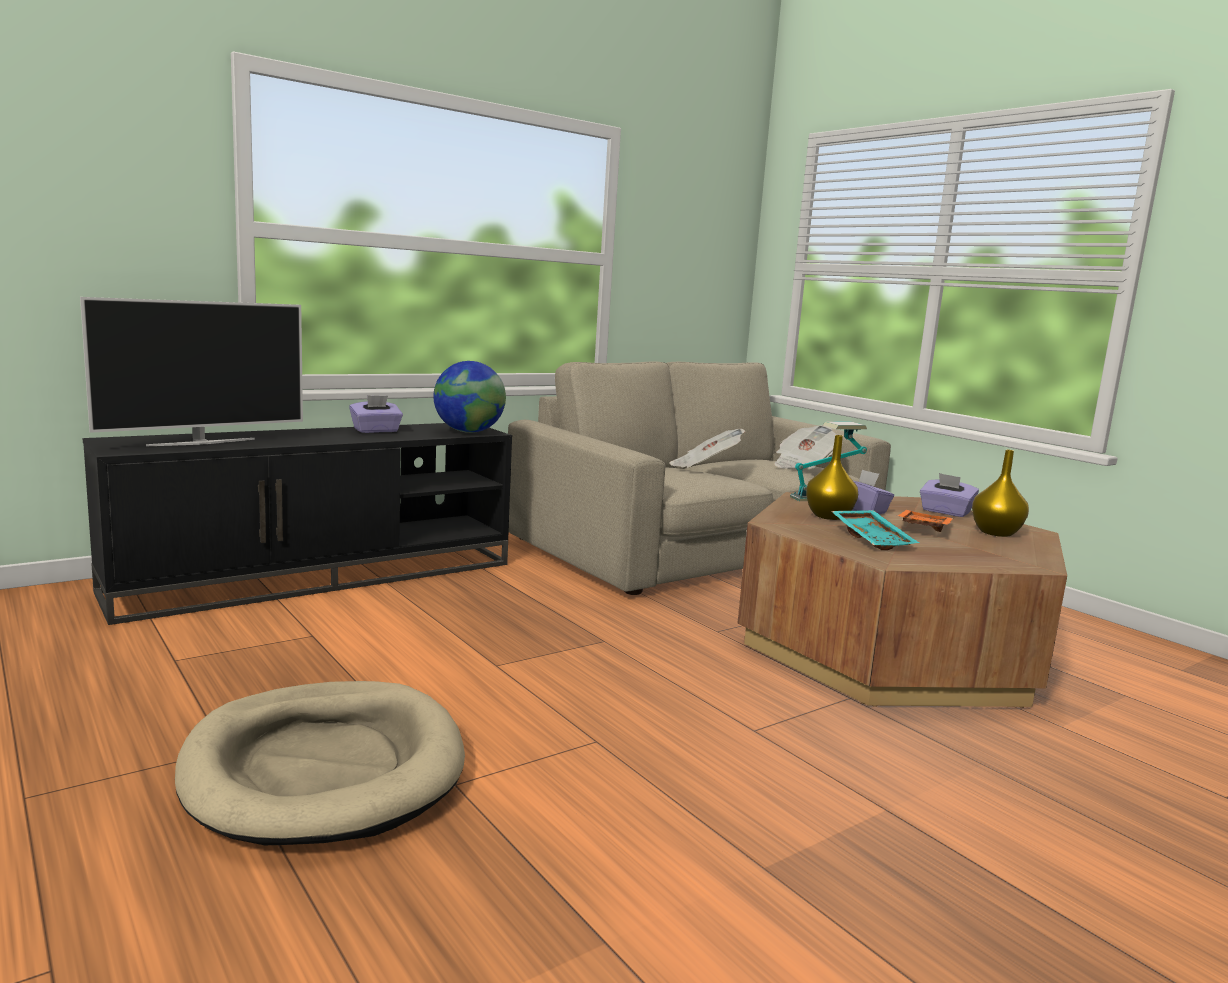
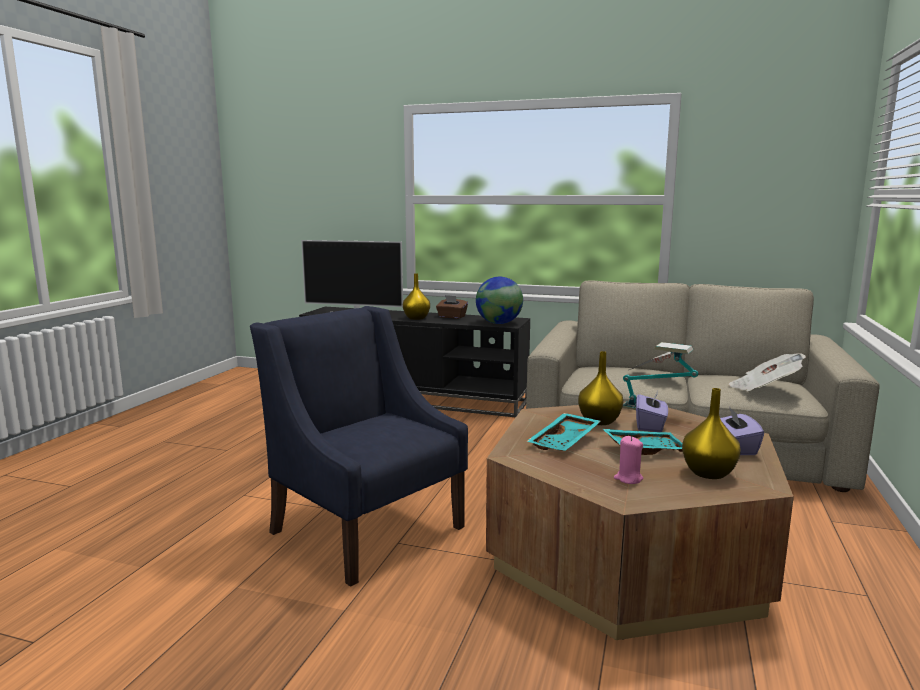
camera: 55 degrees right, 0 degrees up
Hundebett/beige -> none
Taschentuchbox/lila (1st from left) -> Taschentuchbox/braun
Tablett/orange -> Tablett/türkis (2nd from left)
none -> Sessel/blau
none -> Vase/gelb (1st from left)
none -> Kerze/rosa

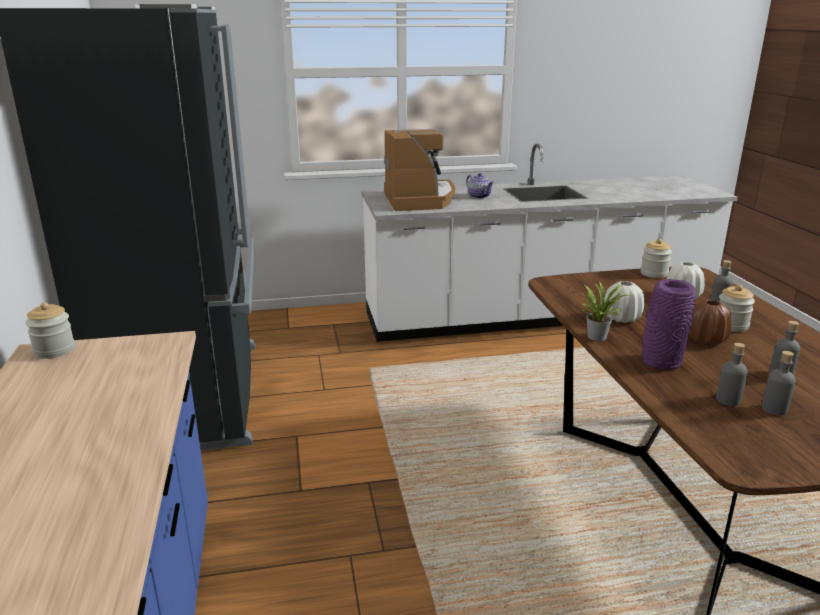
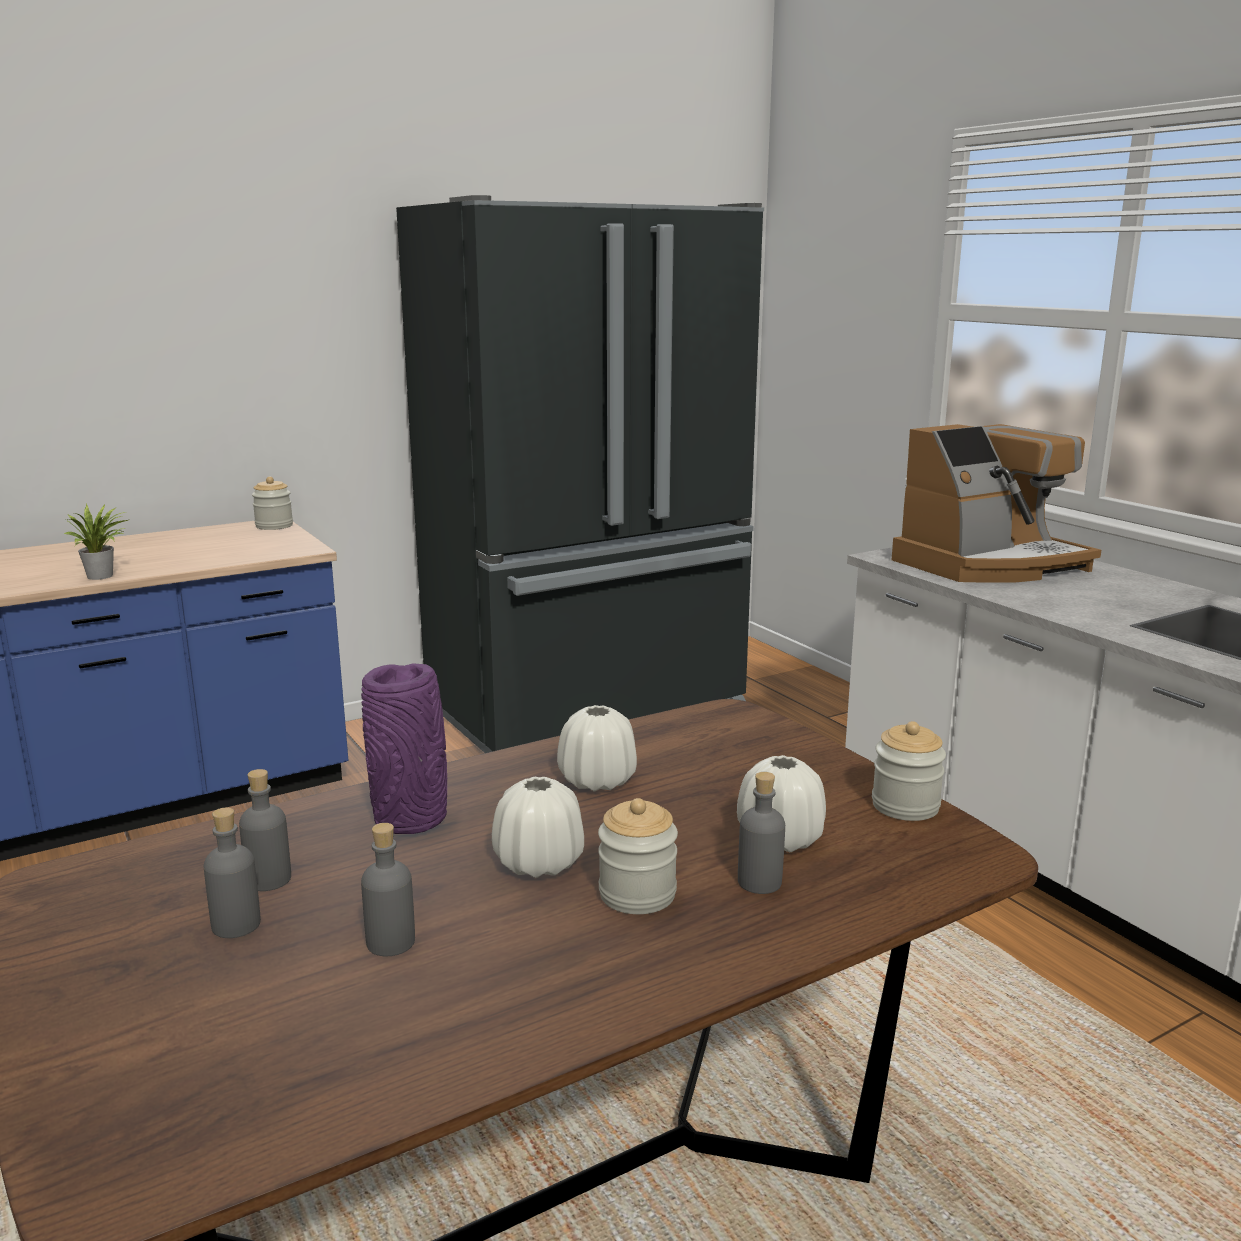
camera: 70 degrees right, 5 degrees down
Teekanne -> none
Topfpflanze, moved
Vase/braun -> Vase/weiß (1st from left)

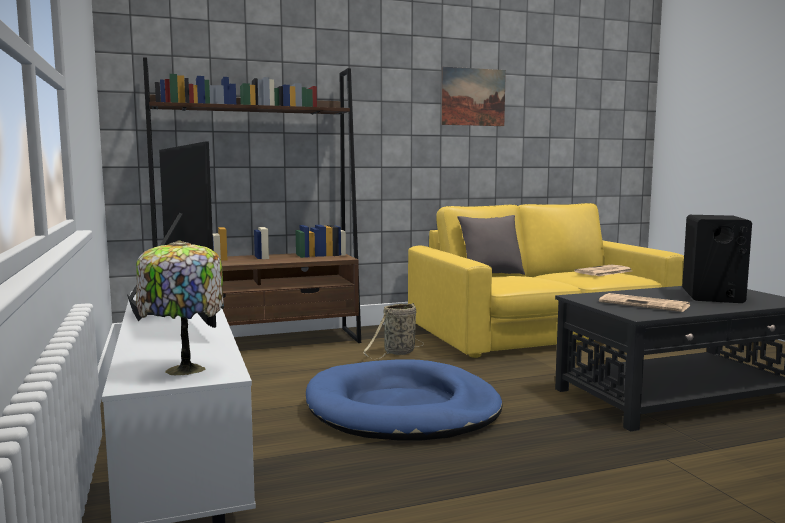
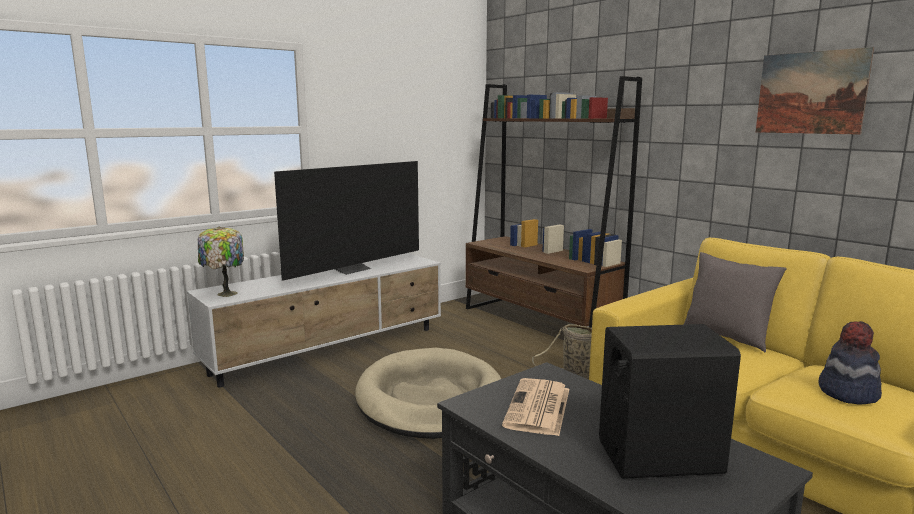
camera: 70 degrees right, 5 degrees up
Hundebett/blau -> Hundebett/beige
Zeitung (1st from left) -> Hut

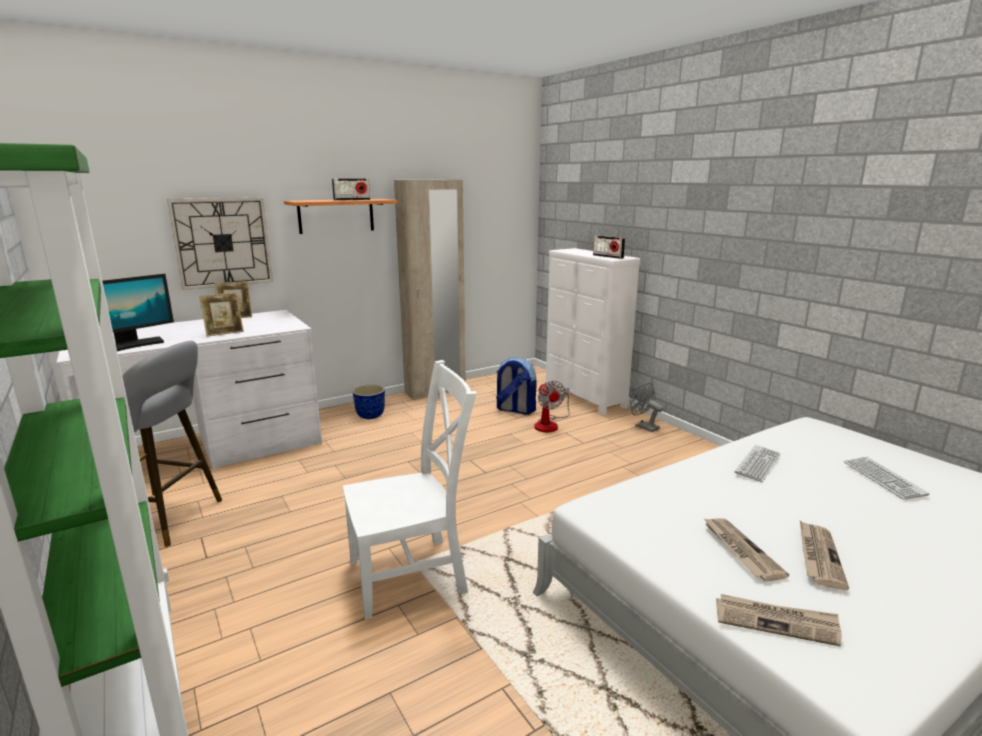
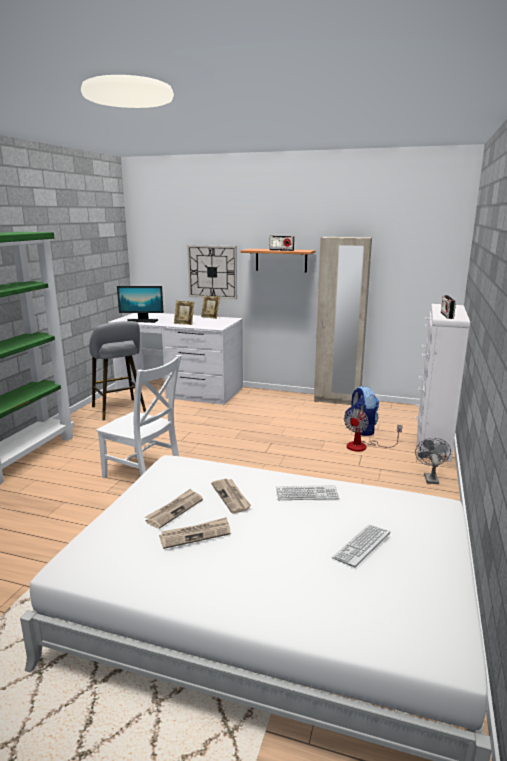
camera: 50 degrees right, 0 degrees up
Pflanzkübel -> none
Zeitung (2nd from left in the first image) -> Zeitung (3rd from left), moved

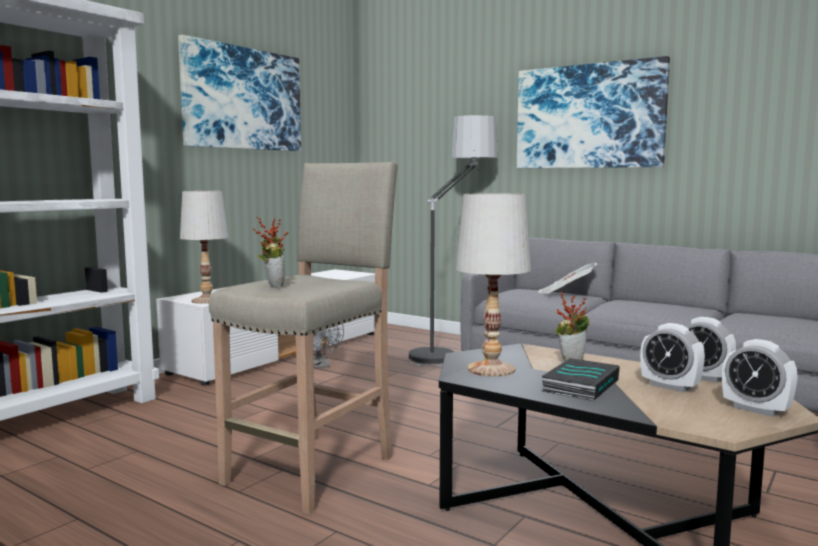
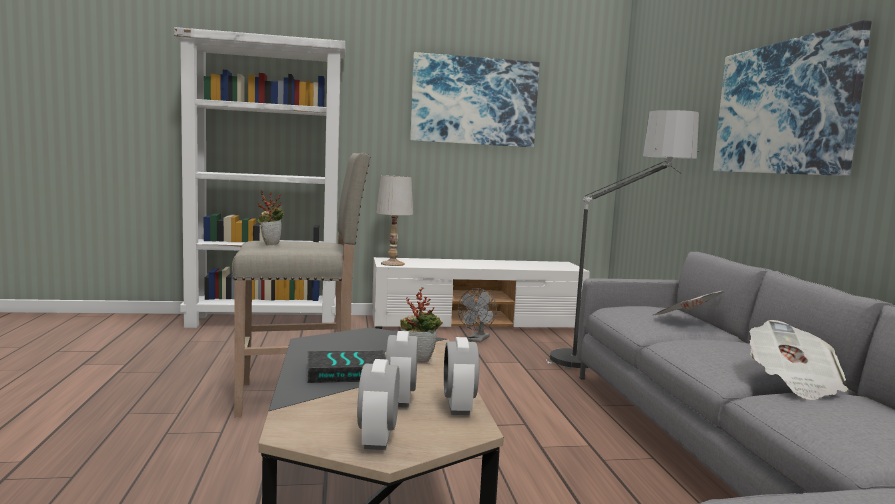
camera: 45 degrees right, 0 degrees up
Tischlampe/weiß (2nd from left) -> none
none -> Zeitung (2nd from left)

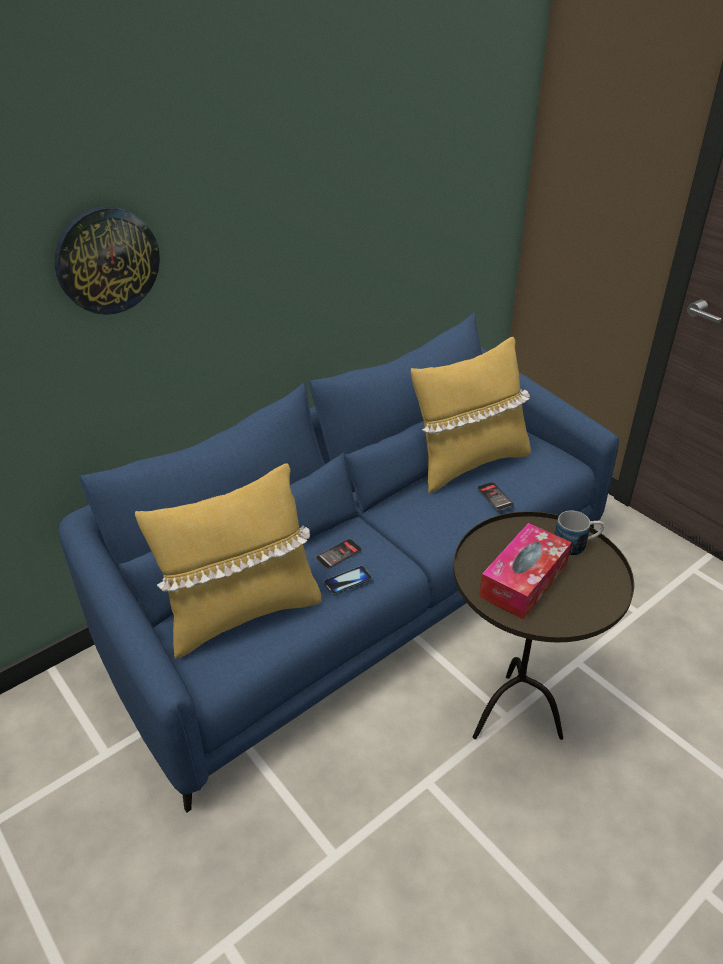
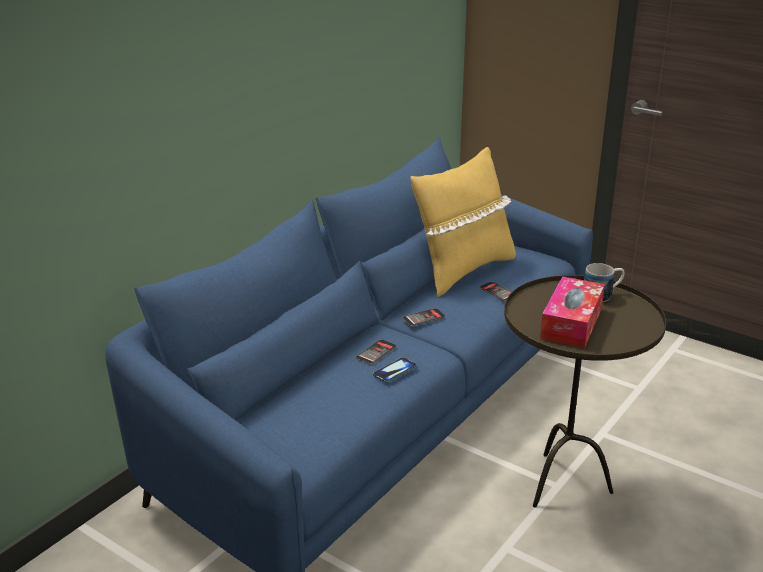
camera: 15 degrees left, 10 degrees down
Wanduhr -> none
Kissen/gelb (1st from left) -> none
none -> Handy (3rd from left)

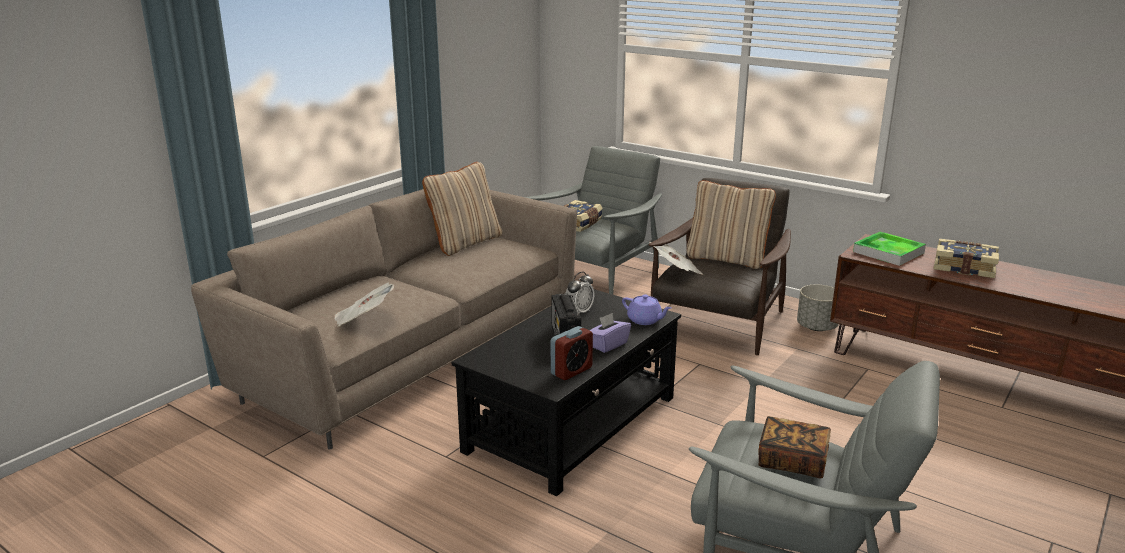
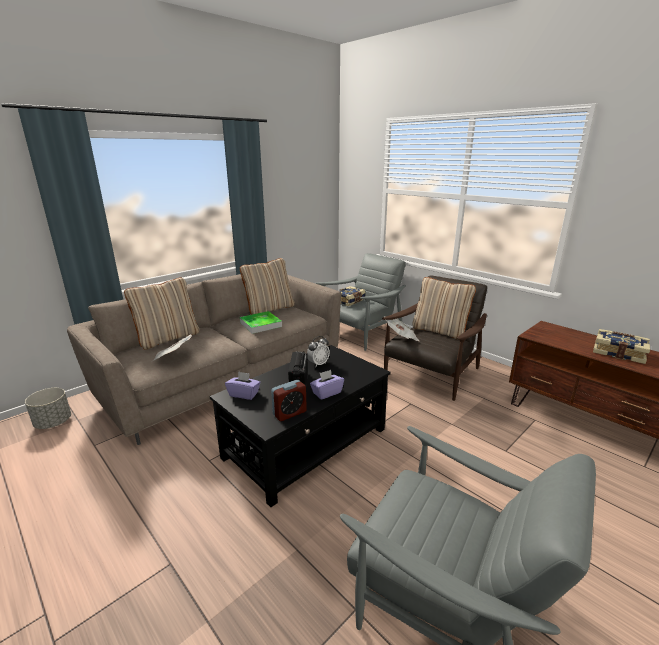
camera: 10 degrees right, 0 degrees up
Teekanne/lila -> none
Buch (2nd from left) -> none
Pflanzkübel/grau, moved
Tablett, moved
none -> Kissen/beige (1st from left)
none -> Taschentuchbox/lila (1st from left)

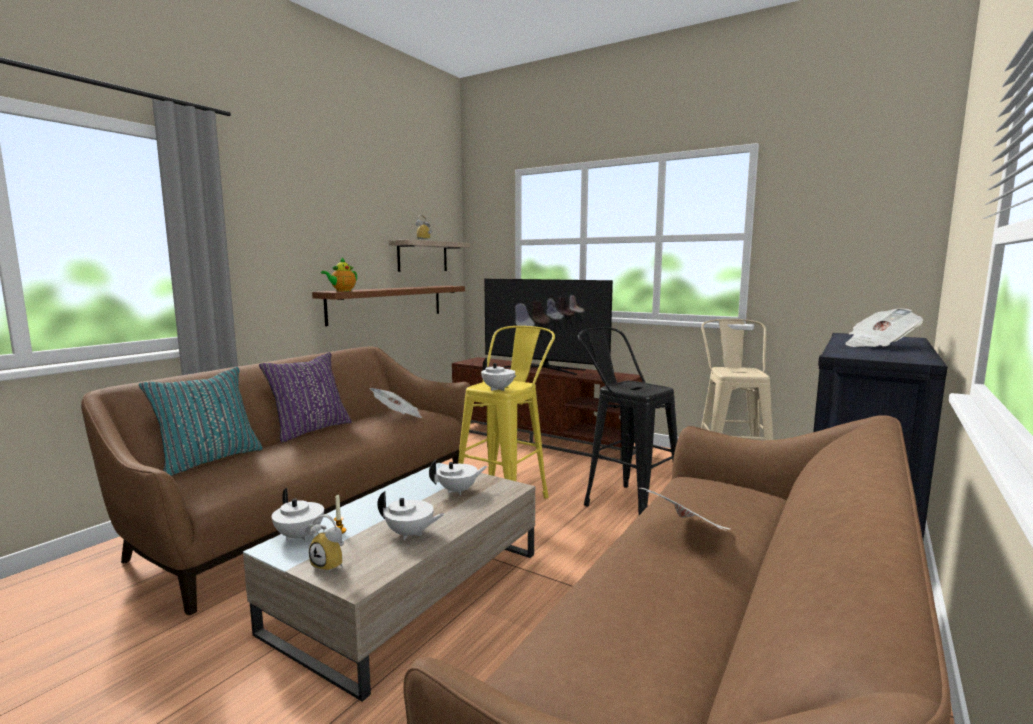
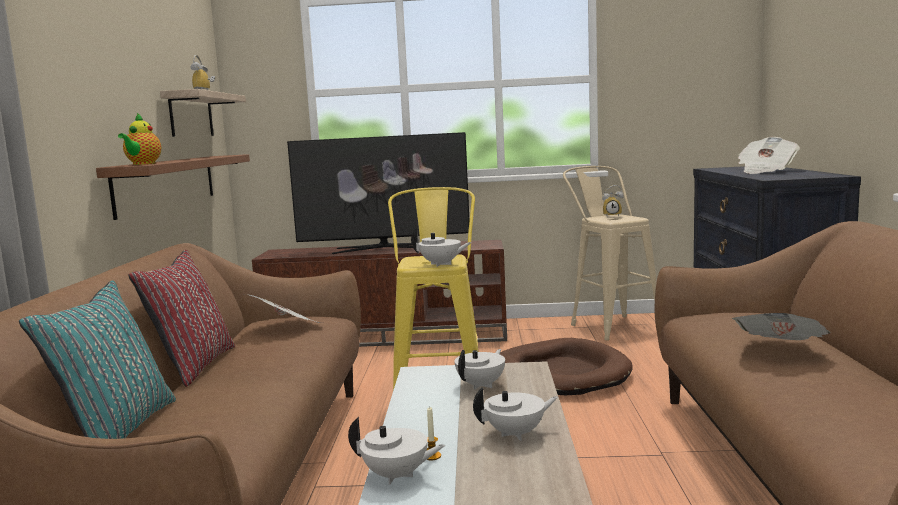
camera: 30 degrees left, 0 degrees up
Kissen/lila -> Kissen/rot
Wecker (1st from left in the first image) -> Wecker (2nd from left), moved
Hocker/schwarz -> Hundebett/braun

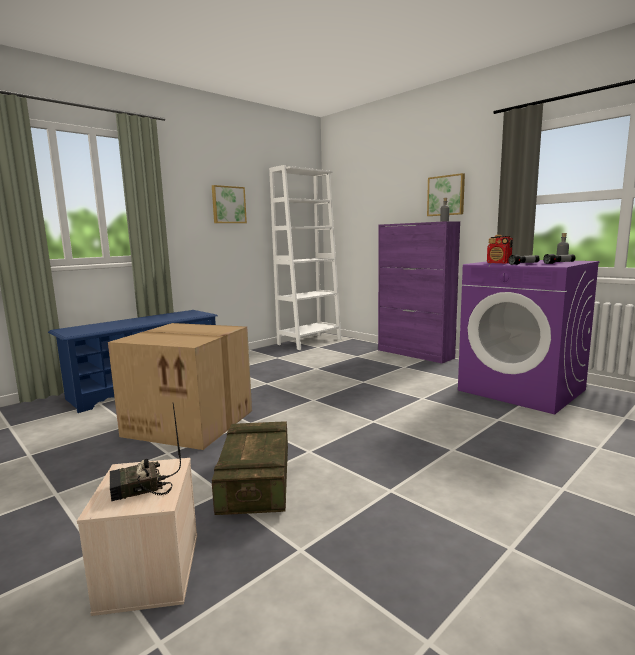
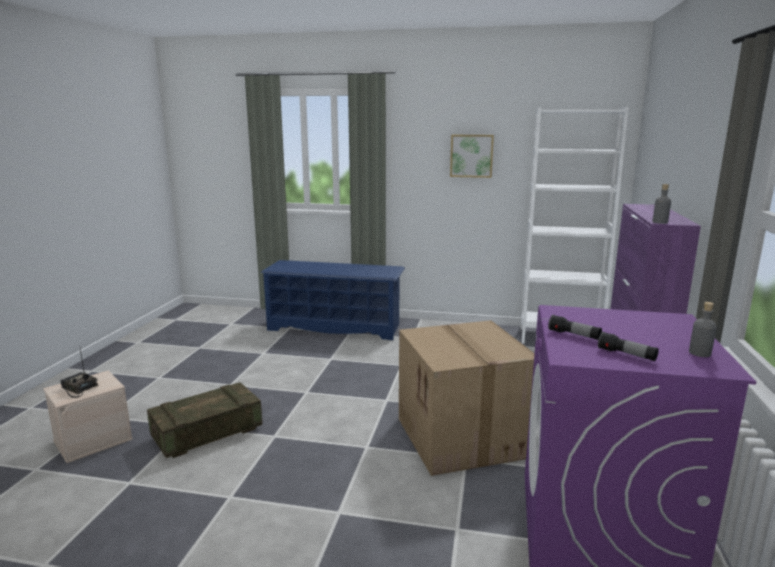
camera: 55 degrees right, 5 degrees up
Karton, moved
Bild (2nd from left) -> none
Radio (2nd from left) -> none

